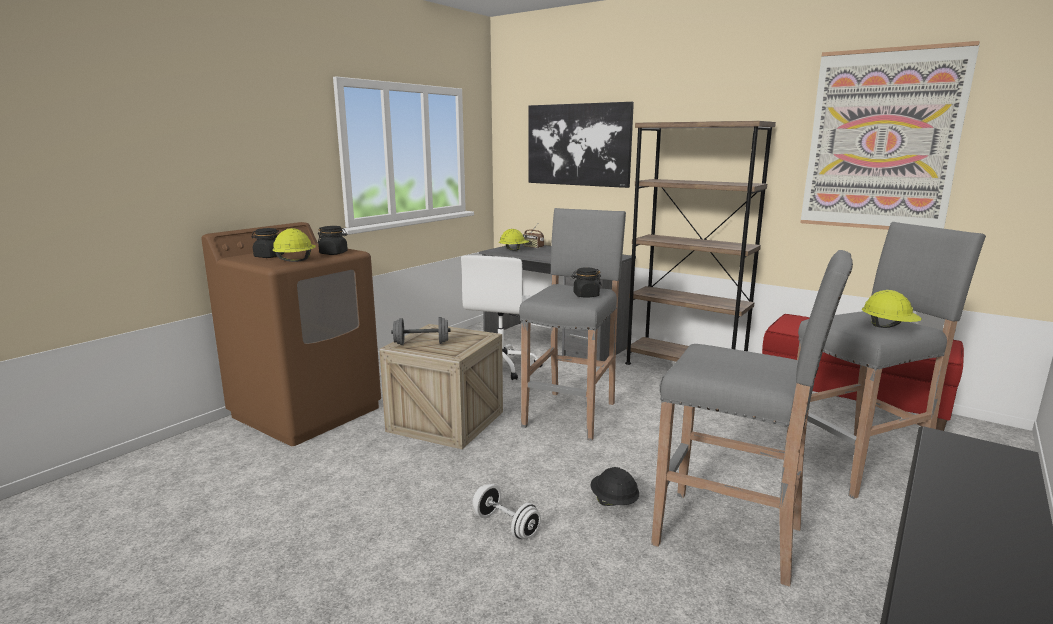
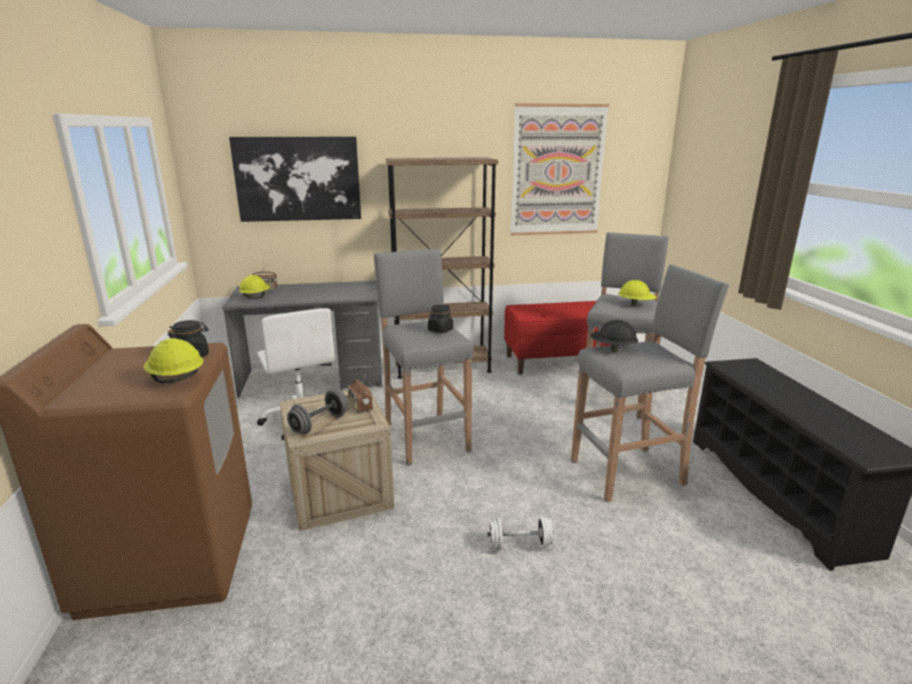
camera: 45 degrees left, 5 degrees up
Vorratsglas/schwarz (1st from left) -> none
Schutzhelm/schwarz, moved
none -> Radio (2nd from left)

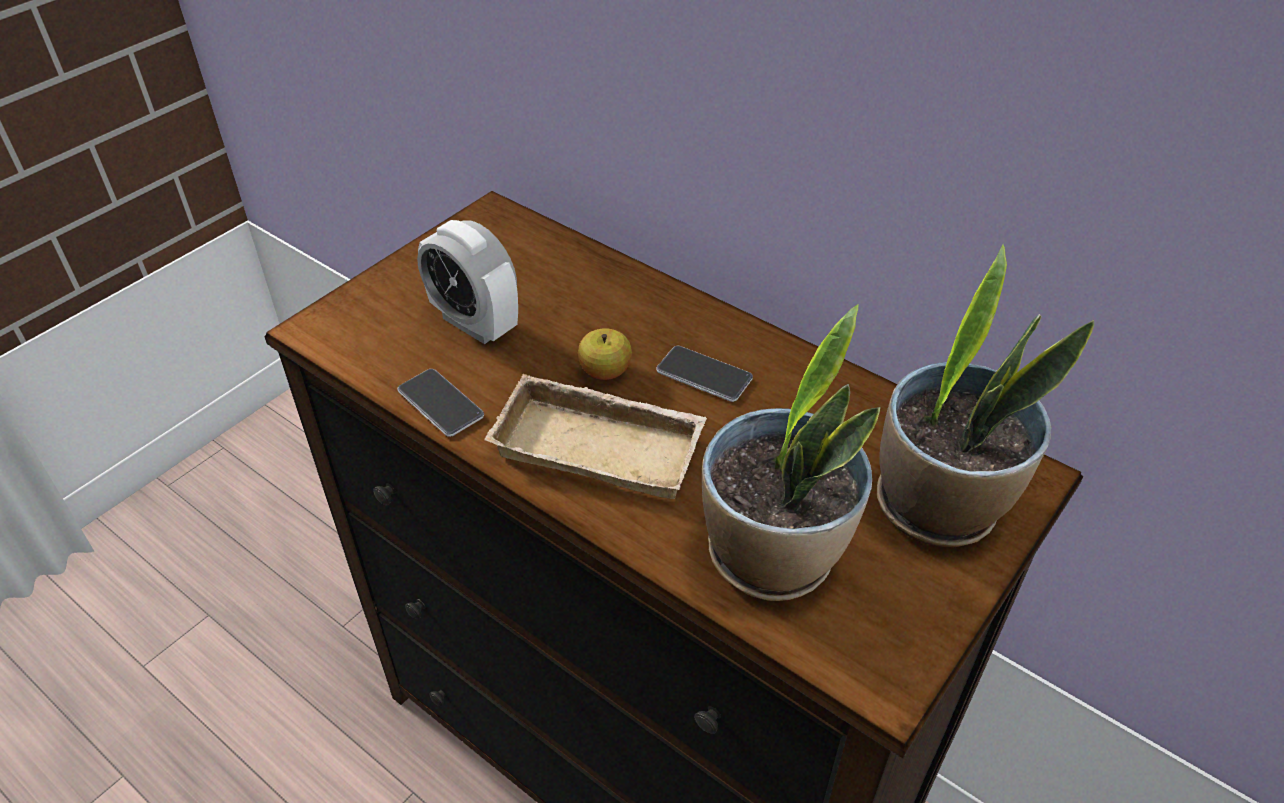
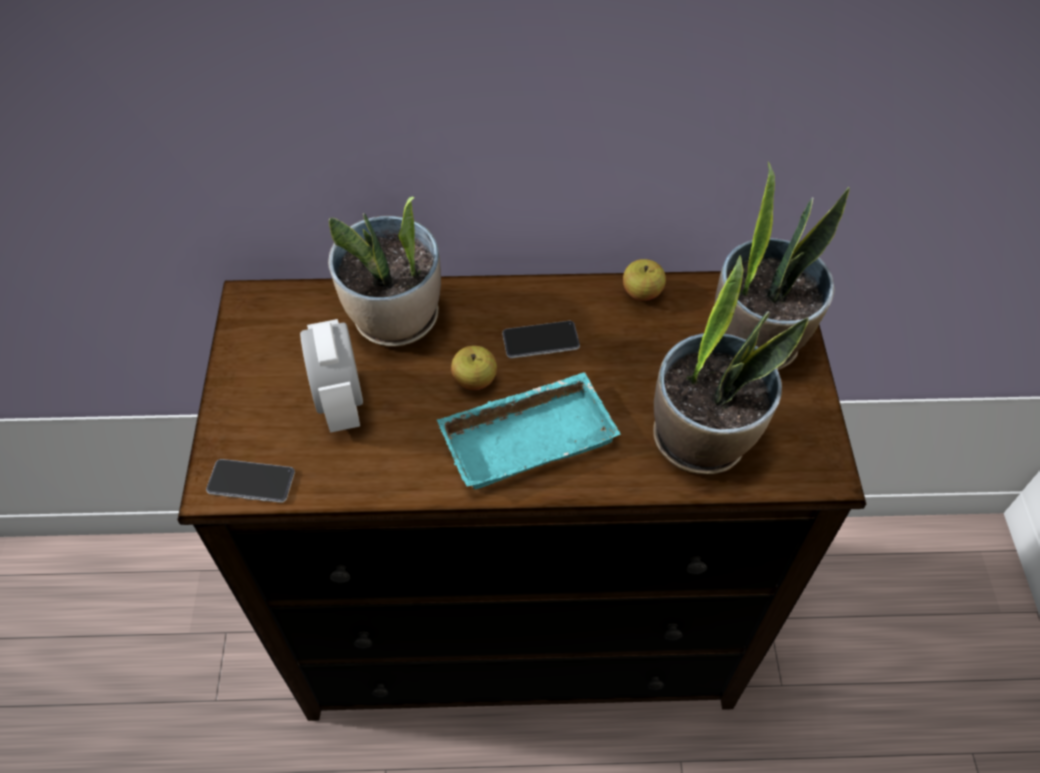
camera: 40 degrees left, 10 degrees up
Handy (1st from left), moved
Wecker, 75 degrees clockwise
Tablett/beige -> Tablett/türkis
none -> Topfpflanze (1st from left)
none -> Apfel (2nd from left)

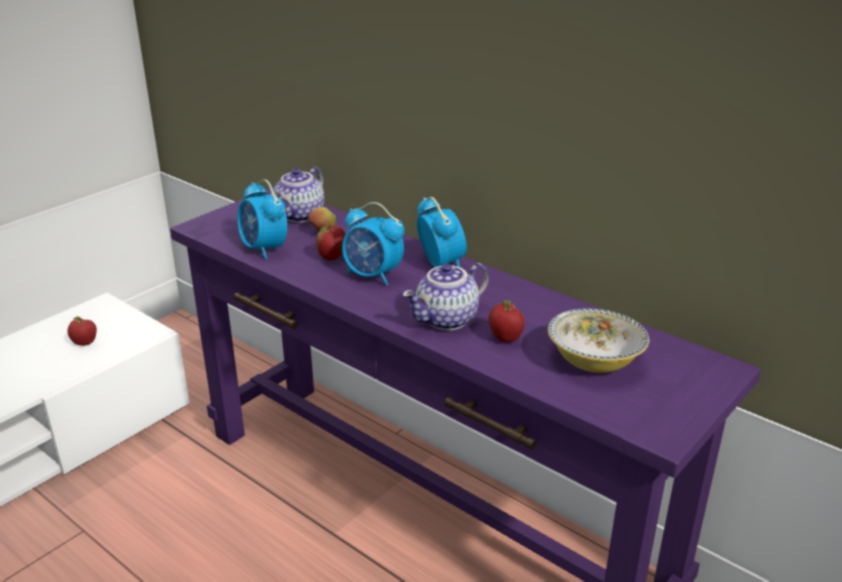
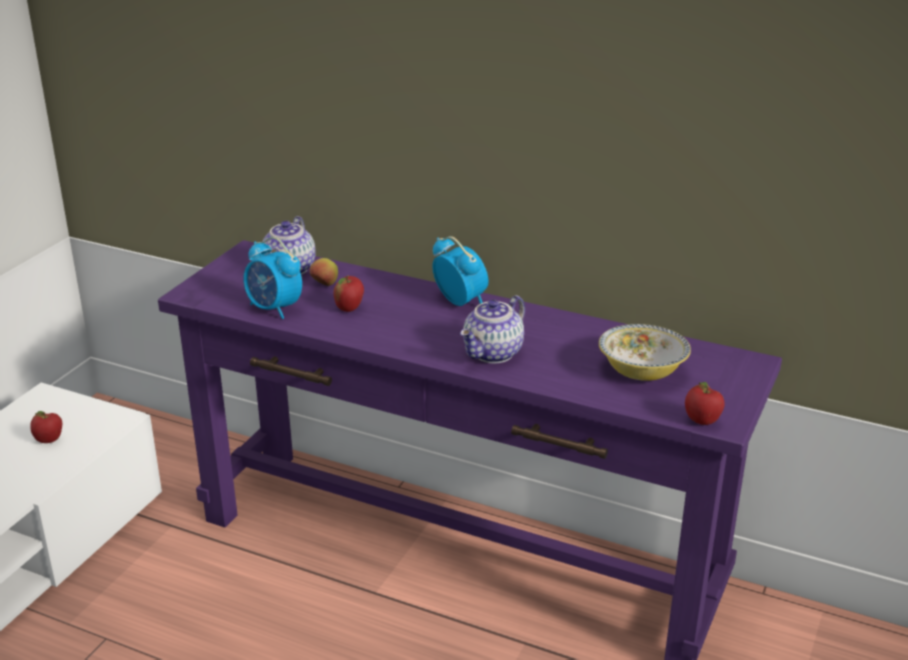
camera: 15 degrees left, 0 degrees up
Wecker (2nd from left) -> none
Apfel (4th from left), moved

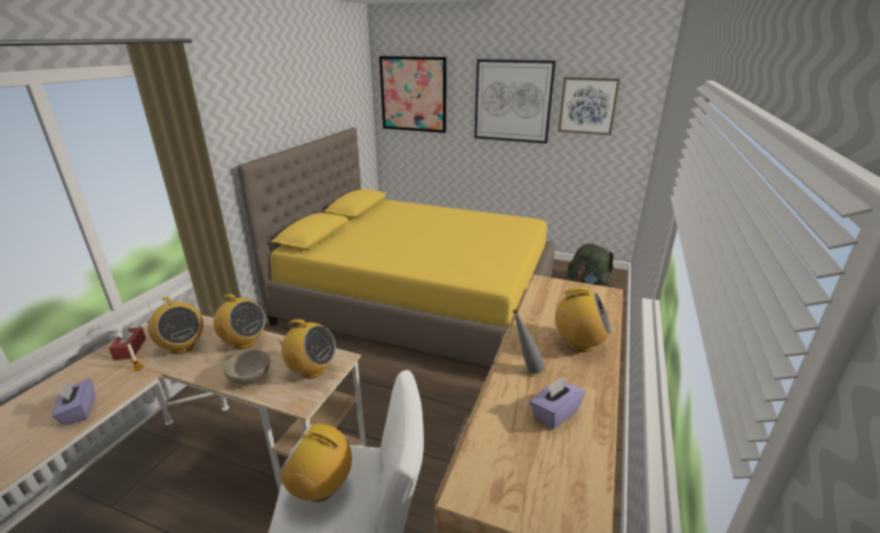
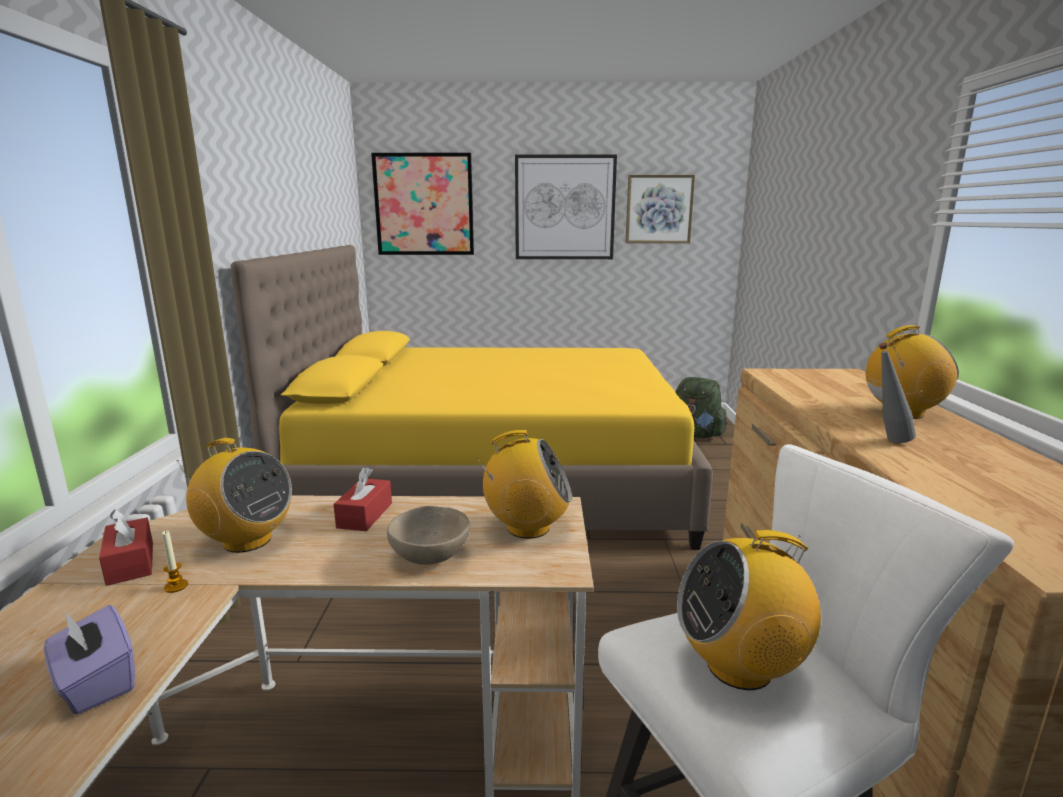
camera: 20 degrees left, 10 degrees down
Radio (2nd from left) -> Taschentuchbox/rot (2nd from left)
Taschentuchbox/lila (2nd from left) -> none

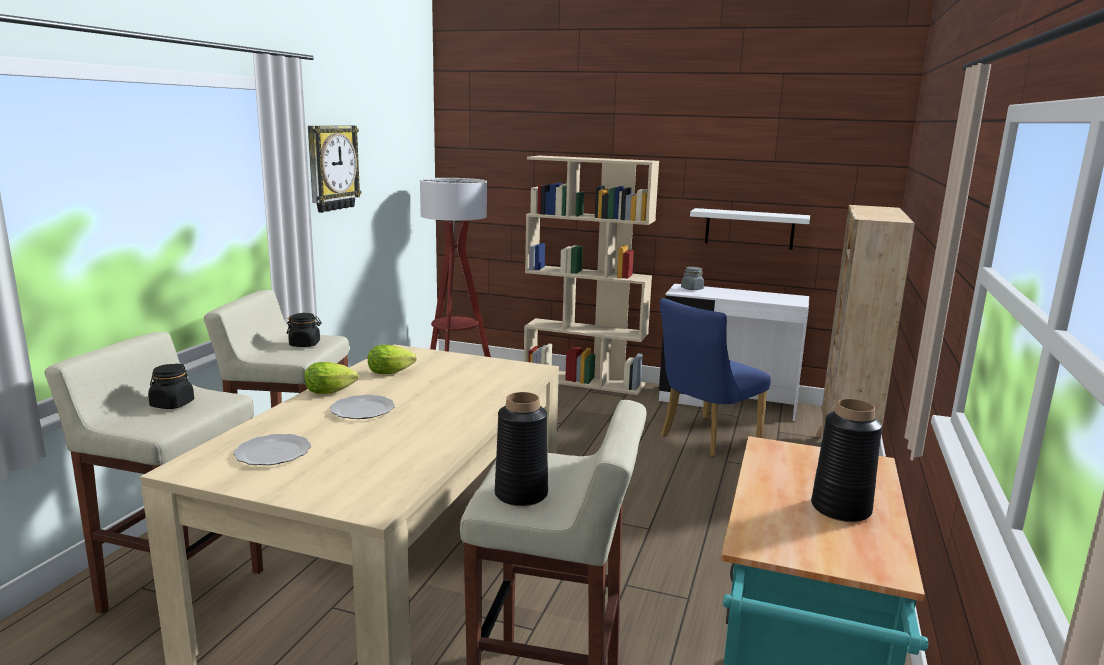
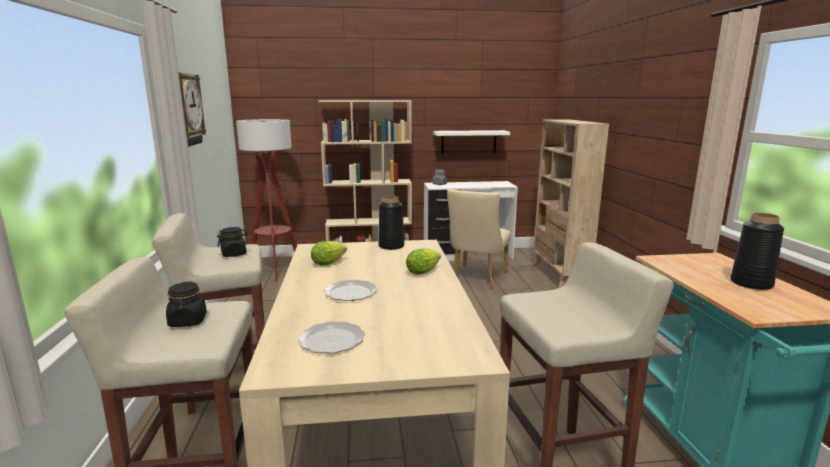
camera: 25 degrees left, 0 degrees up
Salatkopf (1st from left in the first image) -> Salatkopf (2nd from left), moved
Vase/schwarz (1st from left), moved
Stuhl/blau -> Stuhl/beige

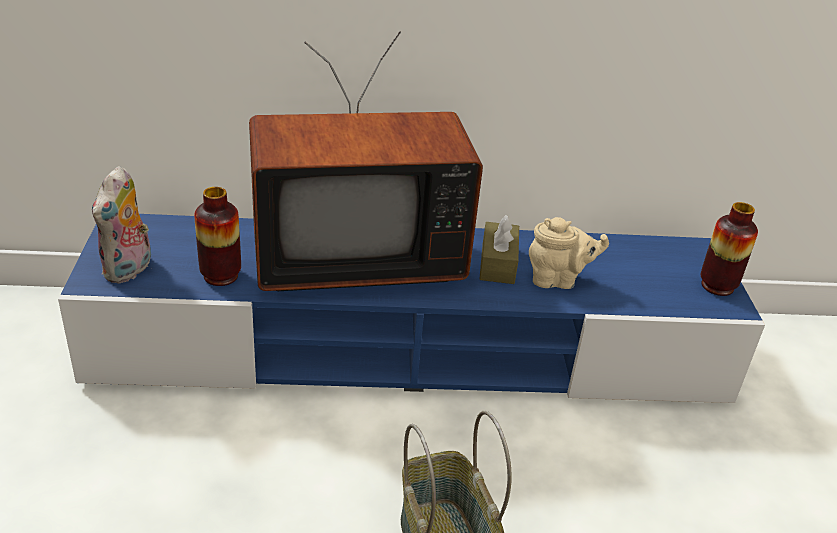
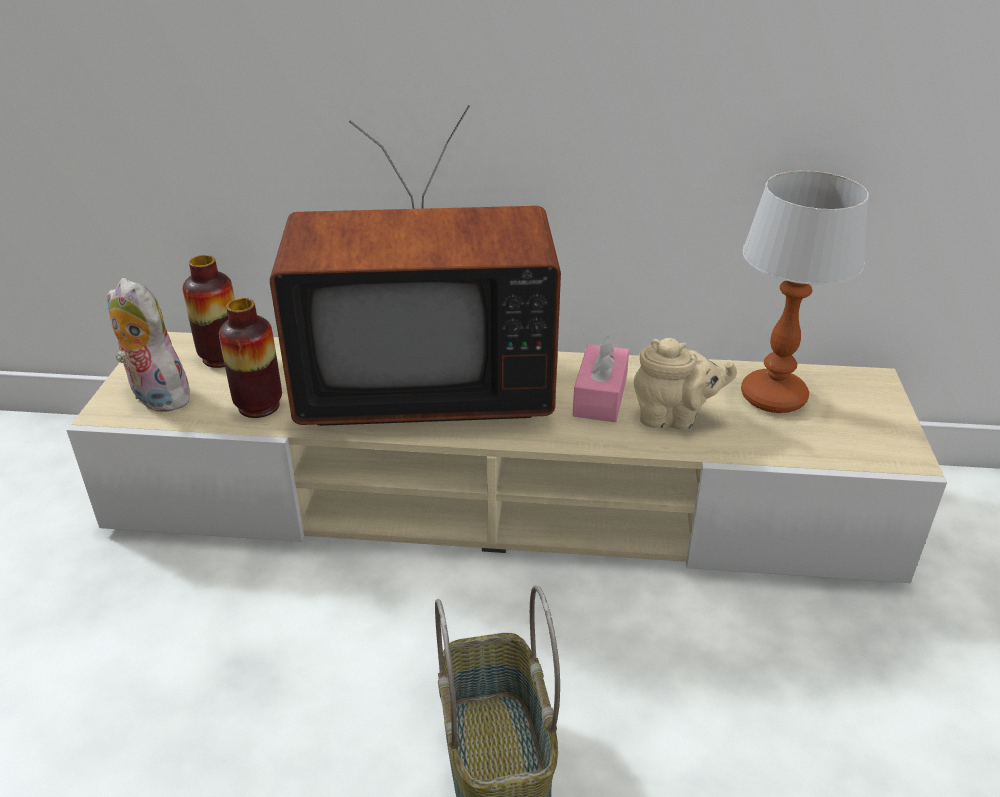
camera: 10 degrees right, 0 degrees up
Fernsehschrank/blau -> Fernsehschrank/beige
Plüschtier, 105 degrees clockwise
Taschentuchbox/braun -> Taschentuchbox/rosa
Vase (2nd from left in the first image) -> Vase (1st from left), moved
none -> Tischlampe

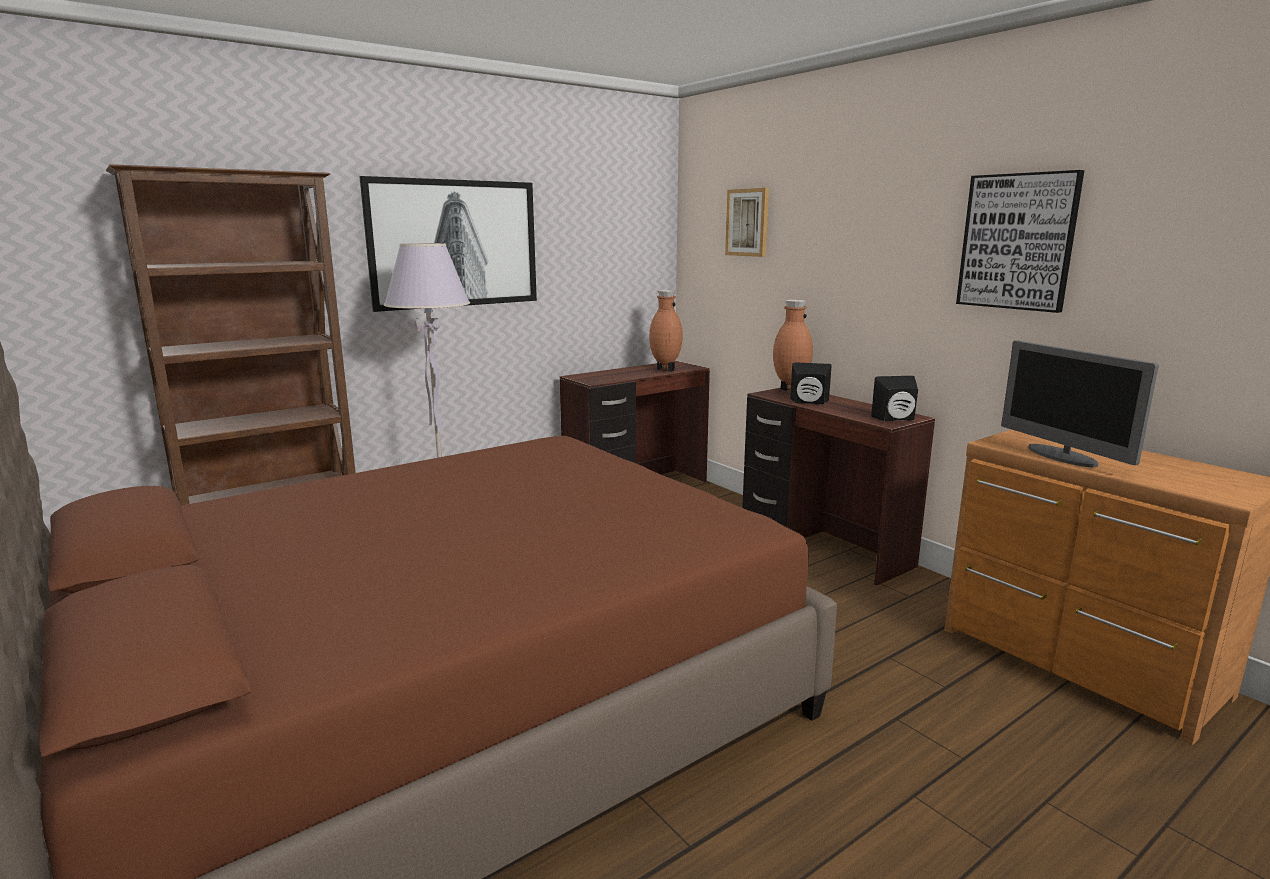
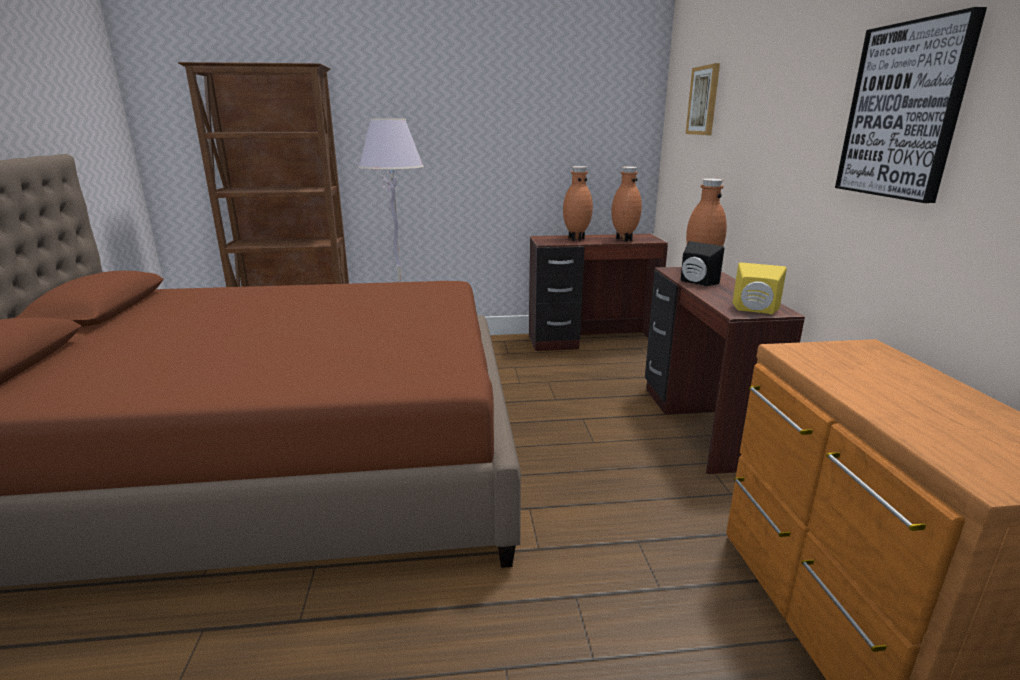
camera: 30 degrees right, 5 degrees up
Bild (1st from left) -> none
Lautsprecher/schwarz (2nd from left) -> Lautsprecher/gelb
Monitor -> none
none -> Vase/braun (1st from left)

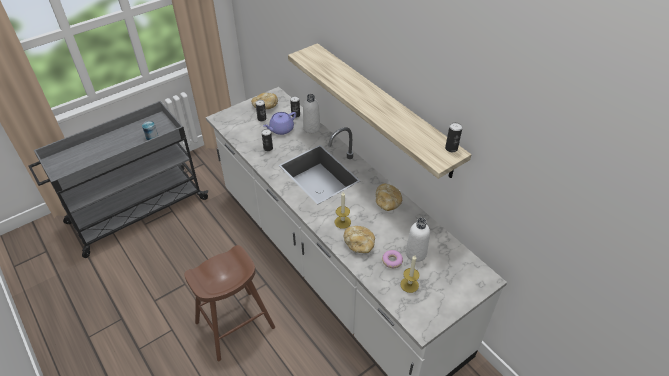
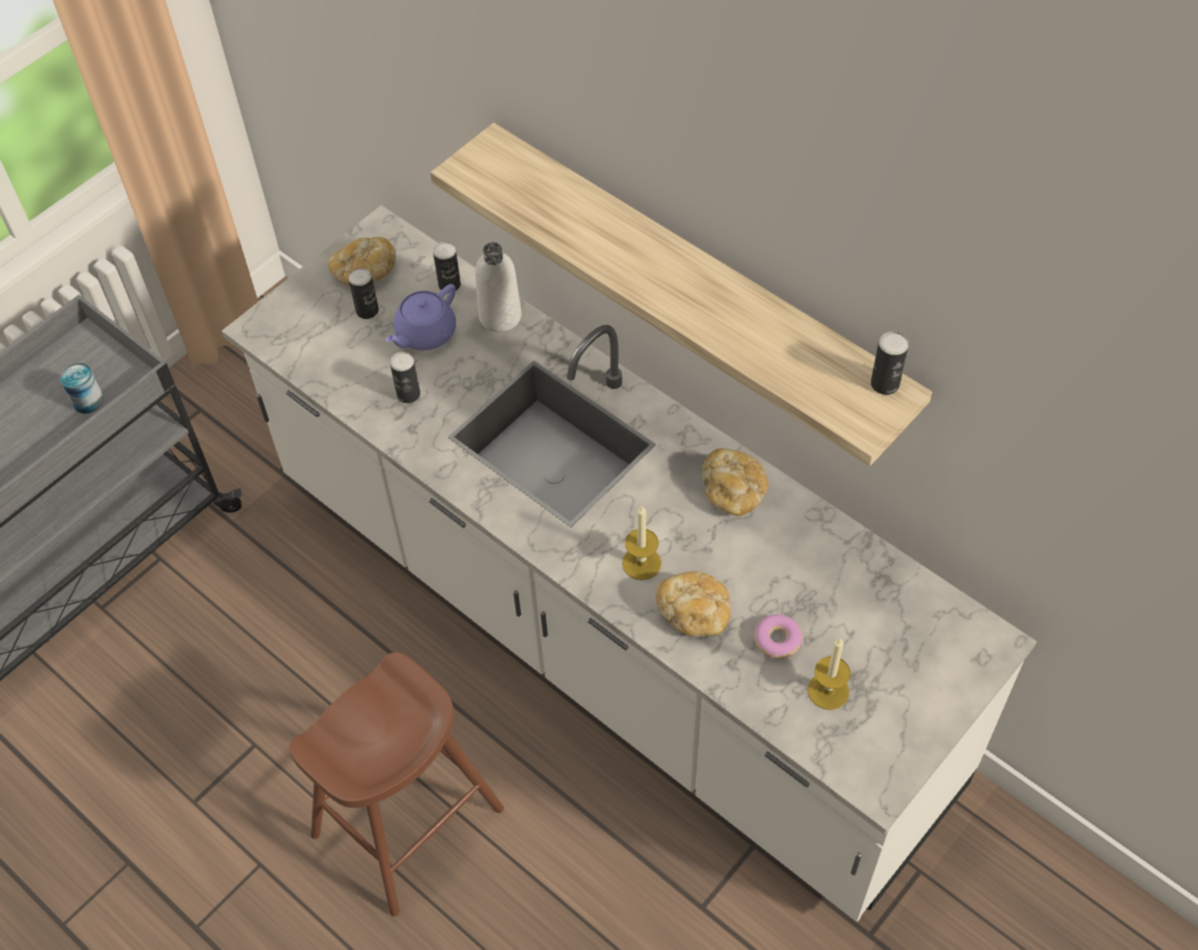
camera: 10 degrees left, 10 degrees up
Flasche/weiß (2nd from left) -> none

